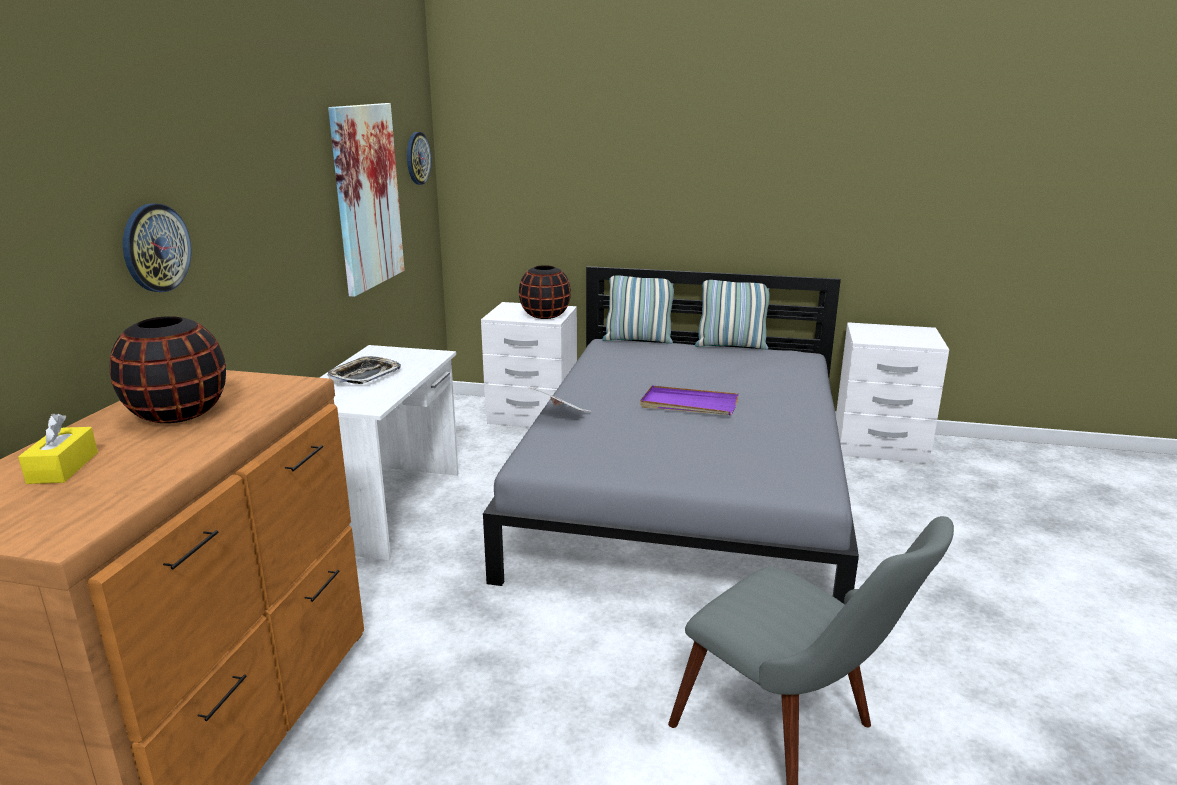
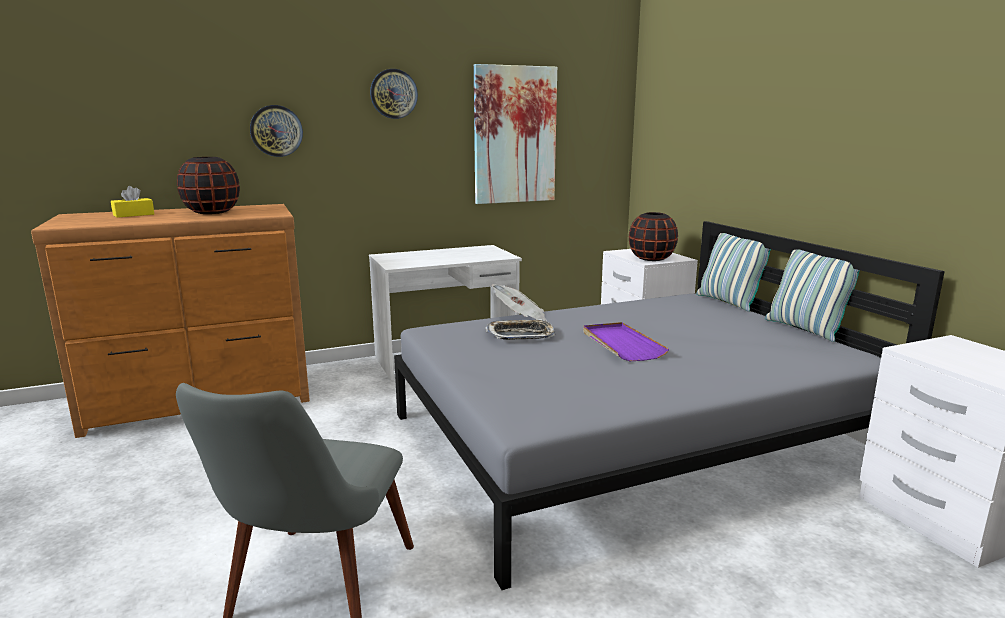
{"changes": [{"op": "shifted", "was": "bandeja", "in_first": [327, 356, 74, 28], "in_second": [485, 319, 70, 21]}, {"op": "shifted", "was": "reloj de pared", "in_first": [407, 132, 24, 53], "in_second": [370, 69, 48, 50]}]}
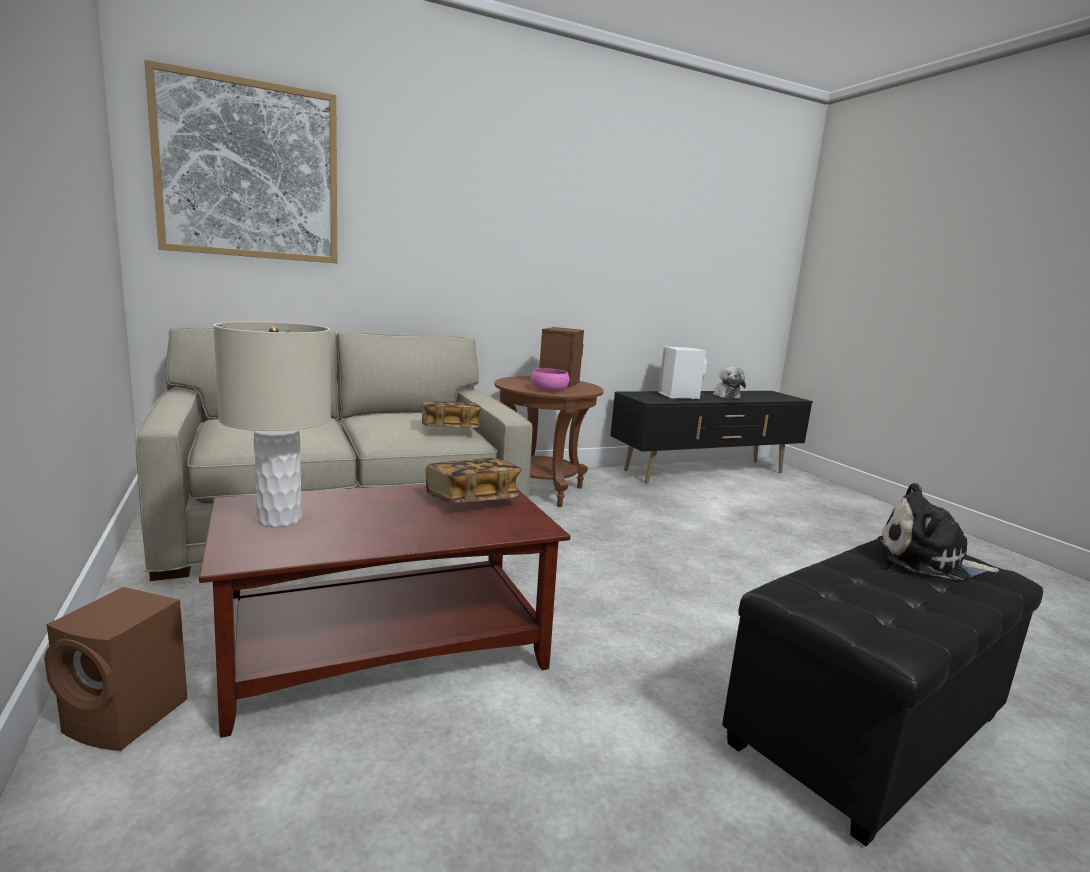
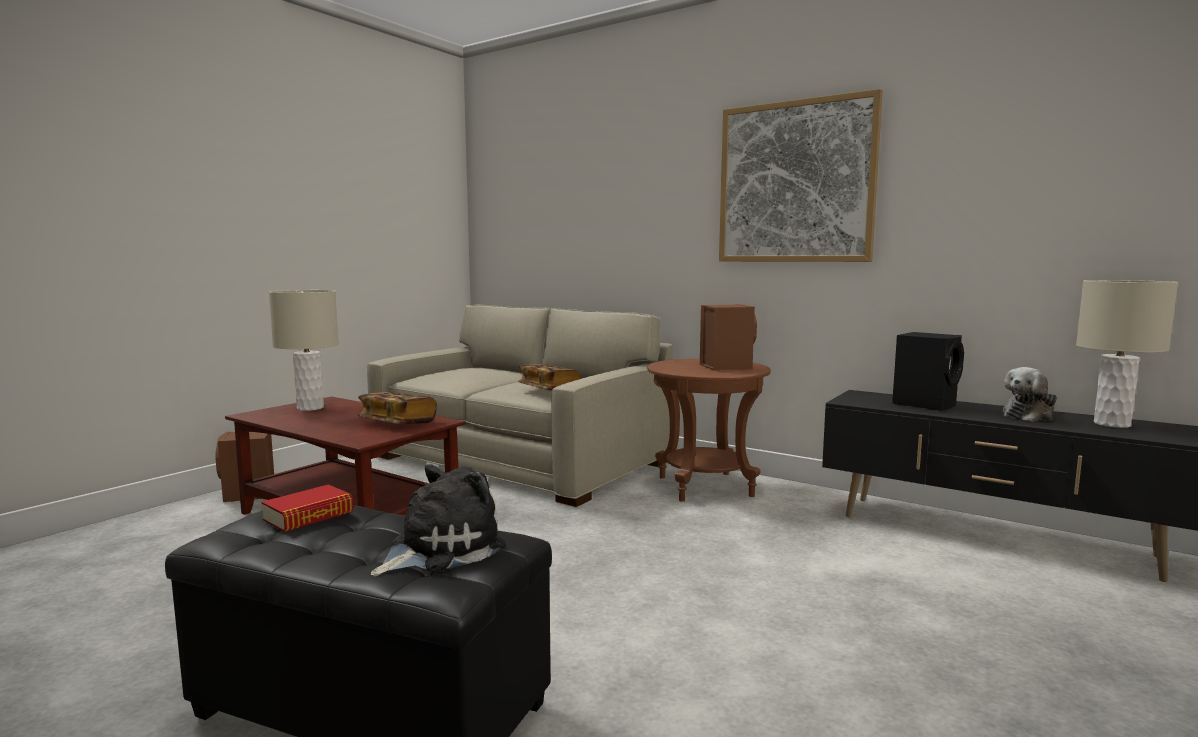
{"changes": [{"op": "gone", "was": "cuenco (rosa)", "in_first": [531, 368, 38, 24]}, {"op": "new", "now": "libro", "in_second": [261, 485, 92, 47]}, {"op": "new", "now": "lámpara de mesa (beis)", "in_second": [1076, 280, 102, 148]}, {"op": "shifted", "was": "cuadro", "in_first": [144, 60, 193, 203], "in_second": [719, 89, 164, 173]}, {"op": "repainted", "was": "altavoz (blanco)", "now": "altavoz (negro)", "in_first": [658, 346, 49, 53], "in_second": [892, 332, 72, 79]}, {"op": "rotated", "was": "peluche", "in_first": [878, 483, 121, 97], "in_second": [371, 464, 135, 112], "clockwise": 60}]}
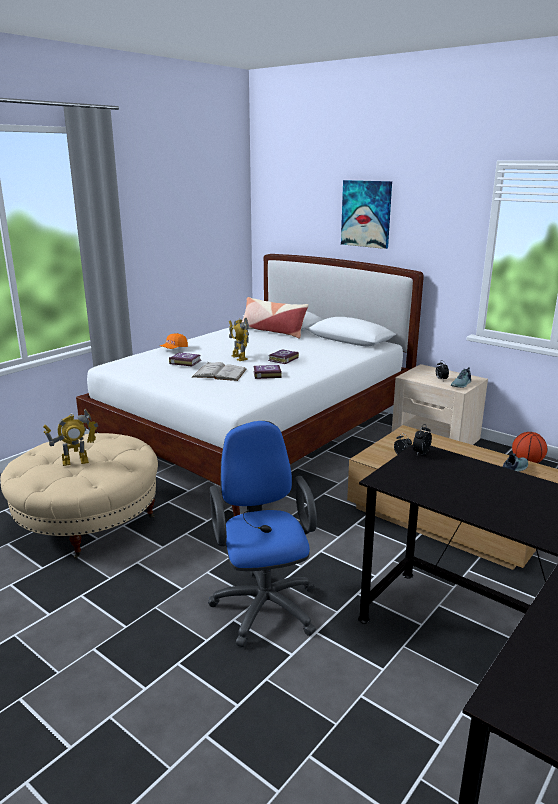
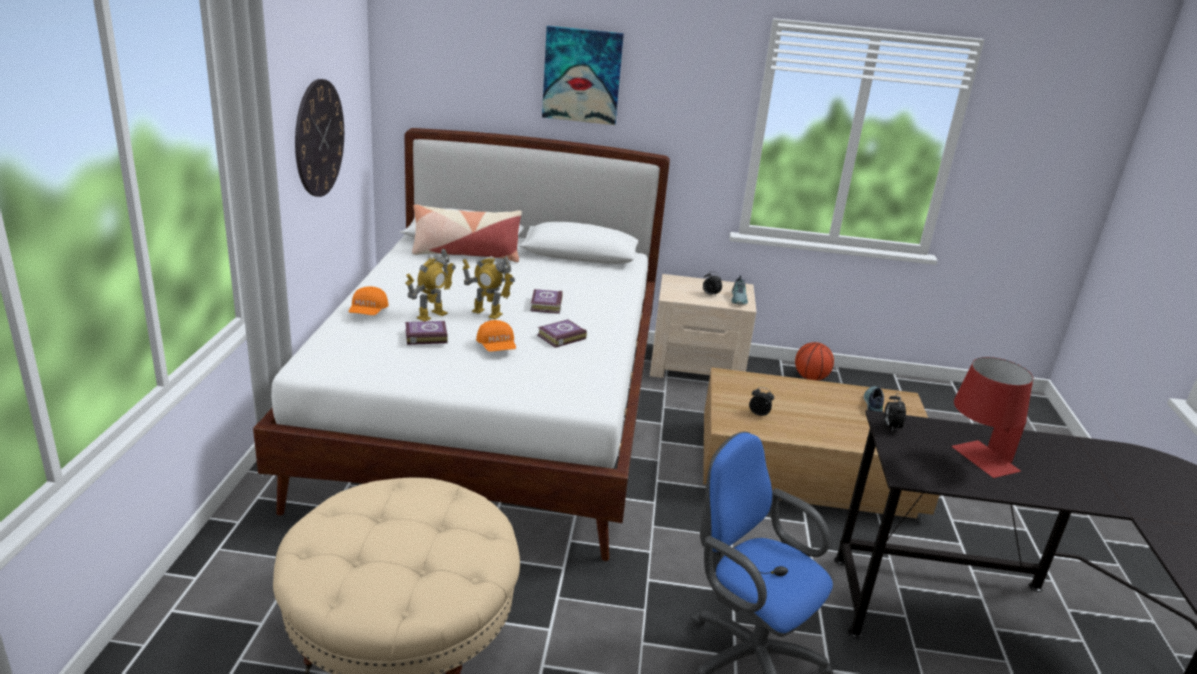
{"changes": [{"op": "new", "now": "reloj de pared", "in_second": [295, 79, 49, 118]}, {"op": "new", "now": "lámpara de mesa (rojo)", "in_second": [952, 357, 81, 121]}, {"op": "shifted", "was": "robot de juguete", "in_first": [43, 409, 55, 57], "in_second": [406, 248, 50, 73]}, {"op": "swapped", "was": "libro (blanco)", "now": "gorra (naranja)", "in_first": [192, 362, 54, 19], "in_second": [476, 320, 40, 32]}]}
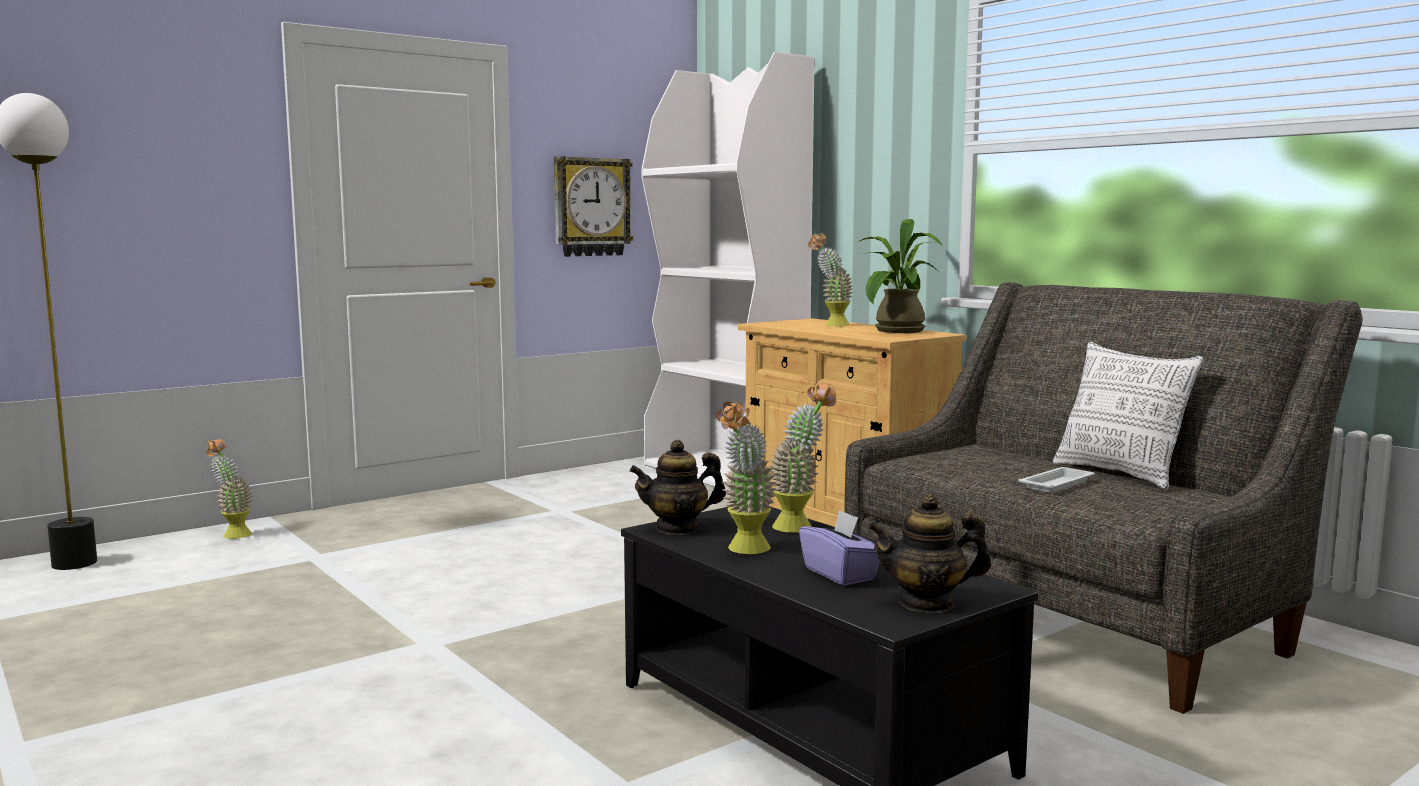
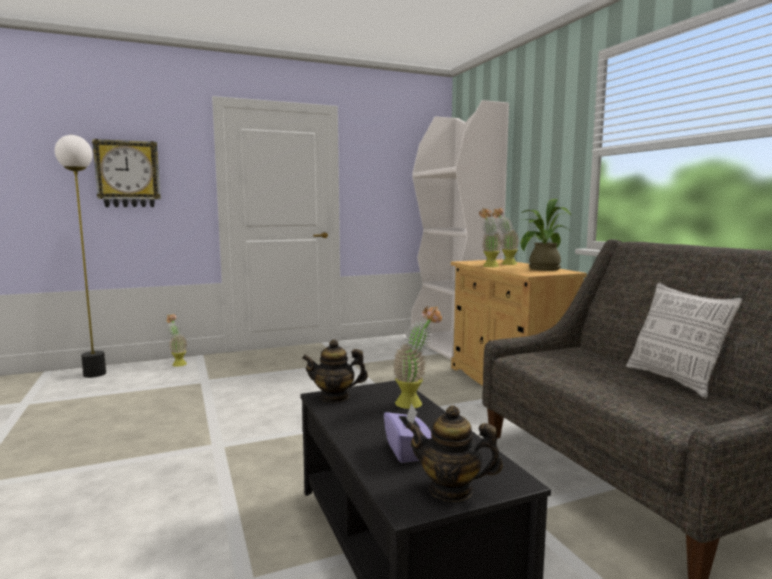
{"changes": [{"op": "gone", "was": "bandeja (blanco)", "in_first": [1019, 467, 76, 26]}, {"op": "shifted", "was": "reloj de pared", "in_first": [554, 156, 79, 101], "in_second": [92, 139, 69, 68]}, {"op": "shifted", "was": "planta en maceta", "in_first": [716, 401, 61, 153], "in_second": [479, 208, 23, 59]}]}
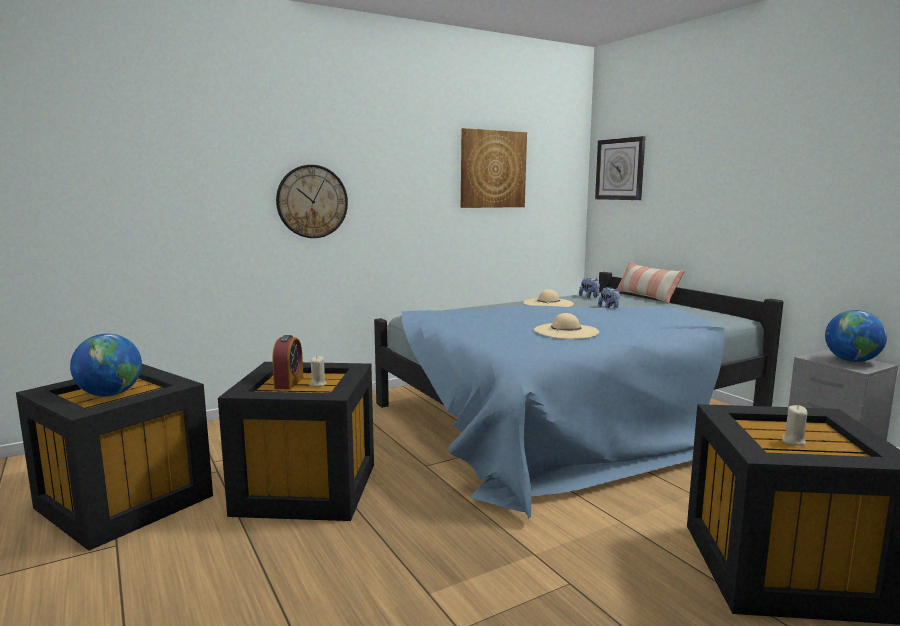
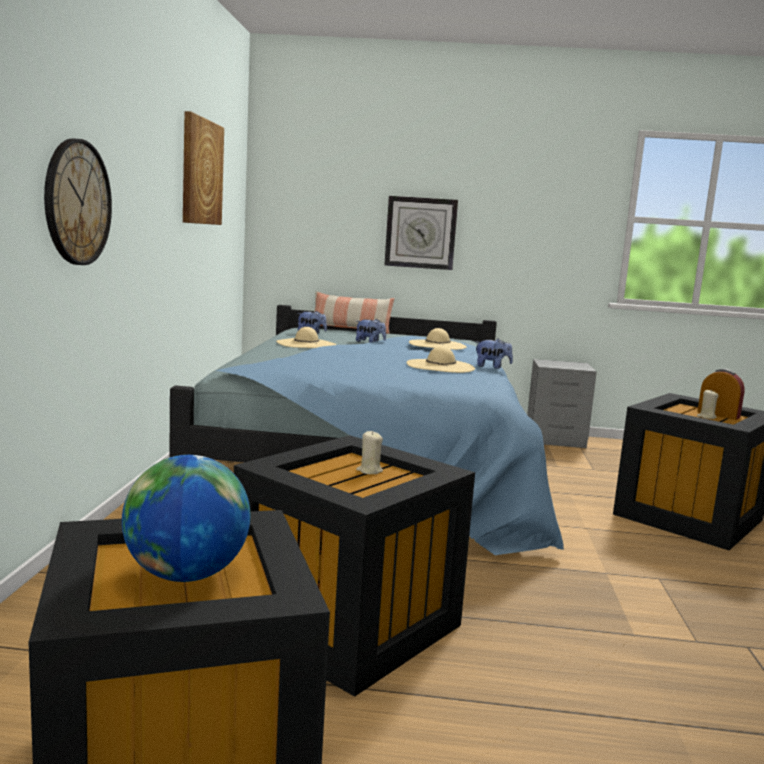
{"changes": [{"op": "gone", "was": "globo terráqueo", "in_first": [825, 310, 62, 52]}, {"op": "new", "now": "sombrero (beis)", "in_second": [409, 328, 58, 22]}, {"op": "new", "now": "peluche", "in_second": [476, 339, 37, 30]}, {"op": "shifted", "was": "despertador", "in_first": [272, 335, 31, 55], "in_second": [697, 369, 48, 51]}, {"op": "shifted", "was": "reloj de pared", "in_first": [595, 136, 50, 64], "in_second": [384, 196, 74, 74]}]}
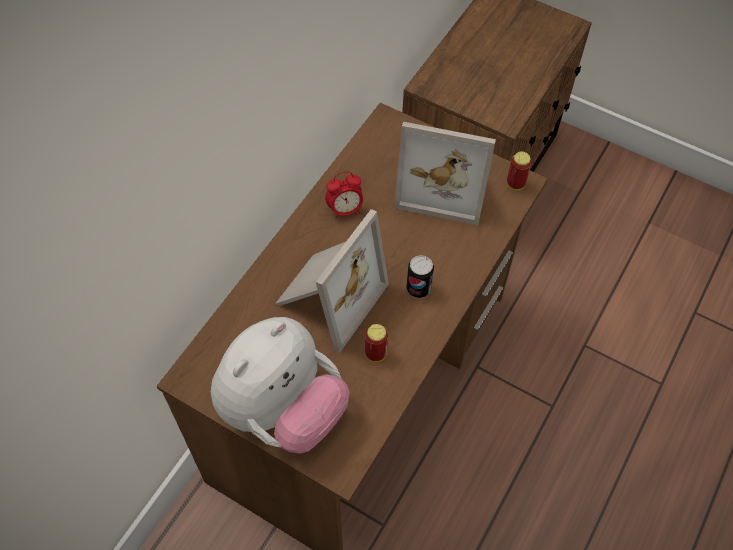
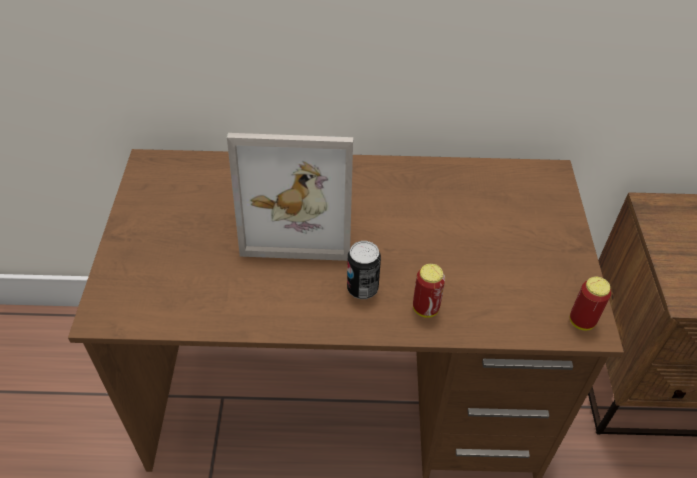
{"changes": [{"op": "gone", "was": "peluche", "in_first": [211, 317, 139, 136]}, {"op": "gone", "was": "despertador", "in_first": [325, 171, 38, 49]}, {"op": "gone", "was": "portarretratos", "in_first": [394, 122, 102, 103]}, {"op": "shifted", "was": "lata", "in_first": [365, 324, 23, 38], "in_second": [413, 264, 32, 54]}]}
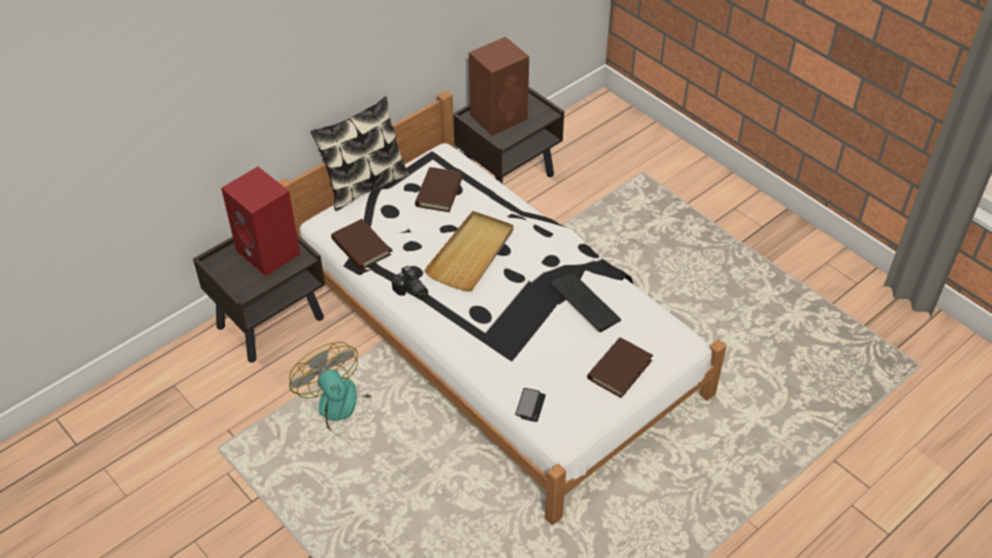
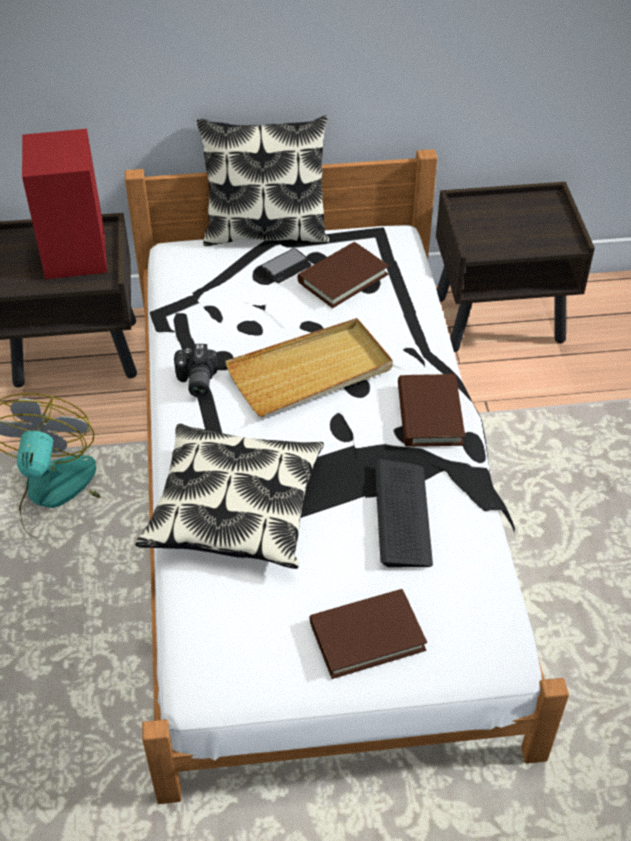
{"changes": [{"op": "gone", "was": "altavoz (marrón)", "in_first": [469, 37, 60, 99]}, {"op": "new", "now": "cojín", "in_second": [135, 424, 189, 145]}, {"op": "shifted", "was": "libro (marrón)", "in_first": [331, 219, 60, 51], "in_second": [398, 374, 67, 73]}, {"op": "shifted", "was": "móvil", "in_first": [515, 388, 31, 34], "in_second": [261, 248, 51, 35]}]}
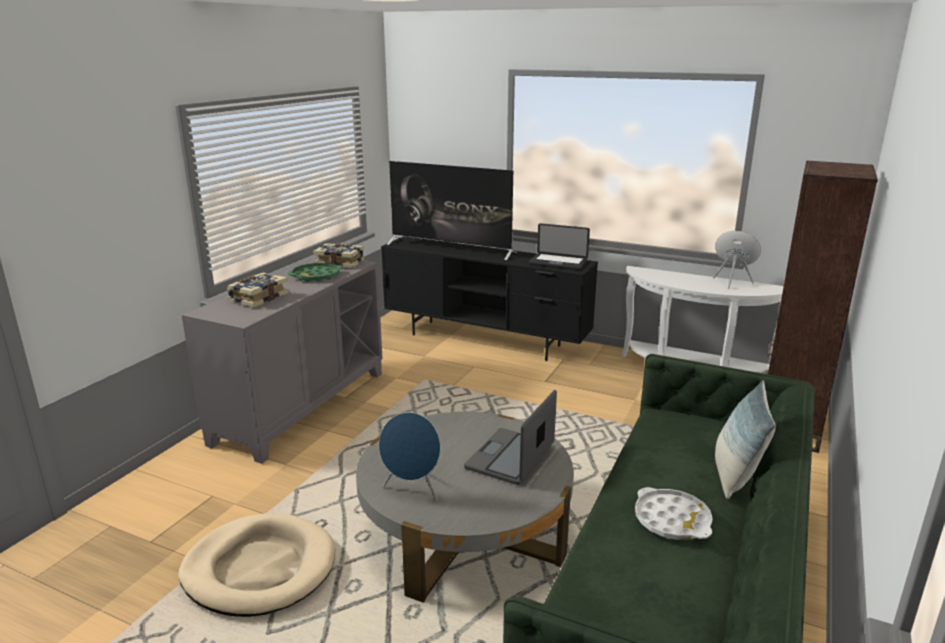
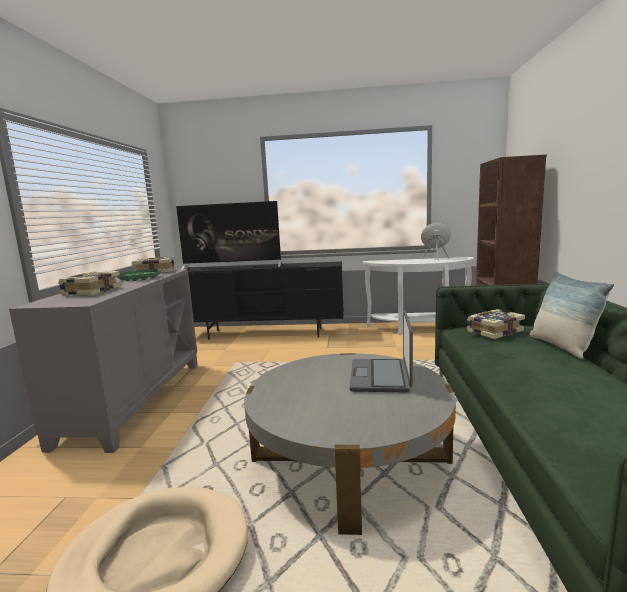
{"changes": [{"op": "gone", "was": "altavoz (azul)", "in_first": [379, 412, 62, 88]}, {"op": "gone", "was": "portátil", "in_first": [529, 223, 61, 47]}, {"op": "gone", "was": "bandeja (blanco)", "in_first": [635, 487, 78, 53]}, {"op": "new", "now": "libro", "in_second": [466, 309, 59, 30]}]}
